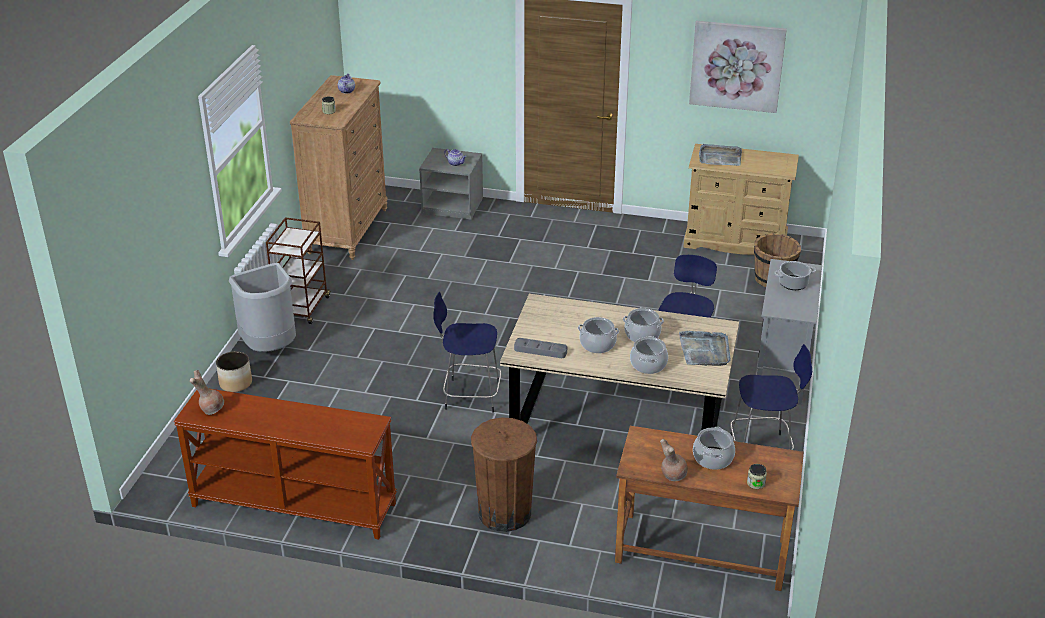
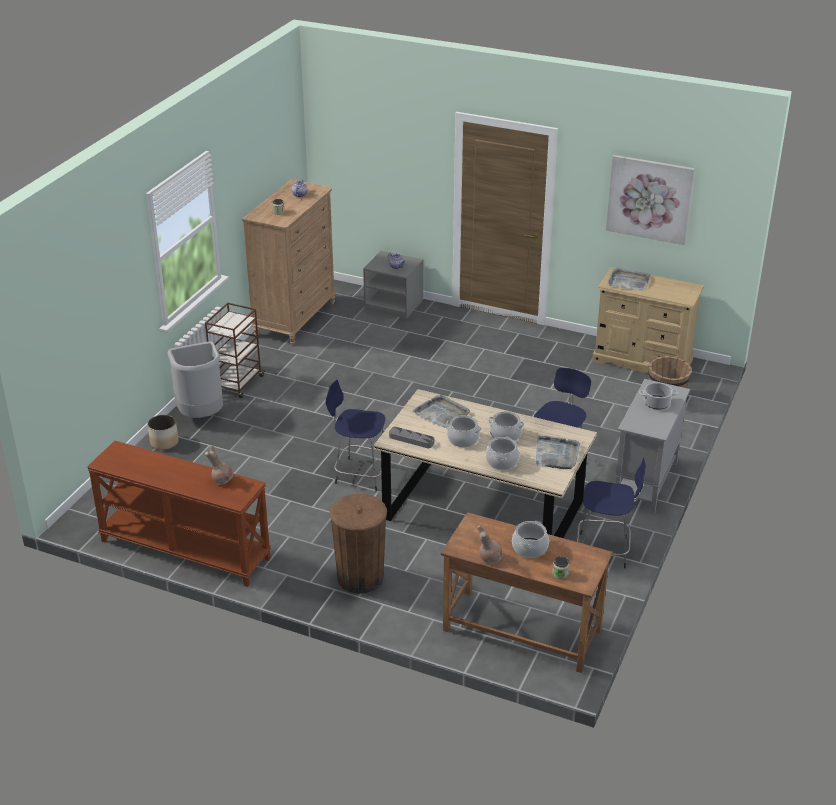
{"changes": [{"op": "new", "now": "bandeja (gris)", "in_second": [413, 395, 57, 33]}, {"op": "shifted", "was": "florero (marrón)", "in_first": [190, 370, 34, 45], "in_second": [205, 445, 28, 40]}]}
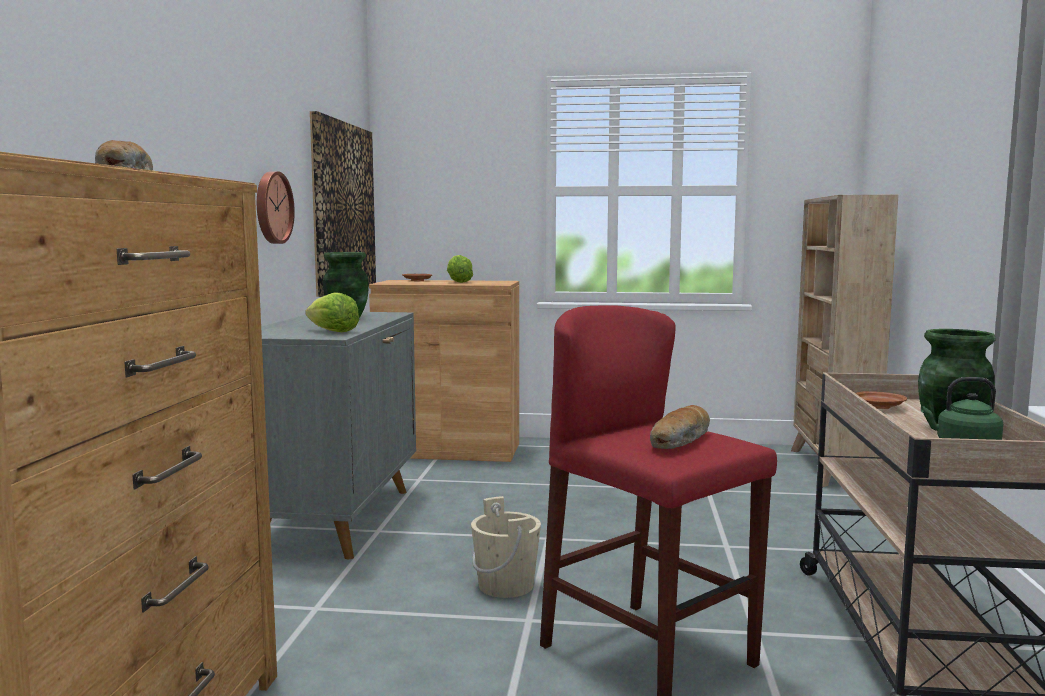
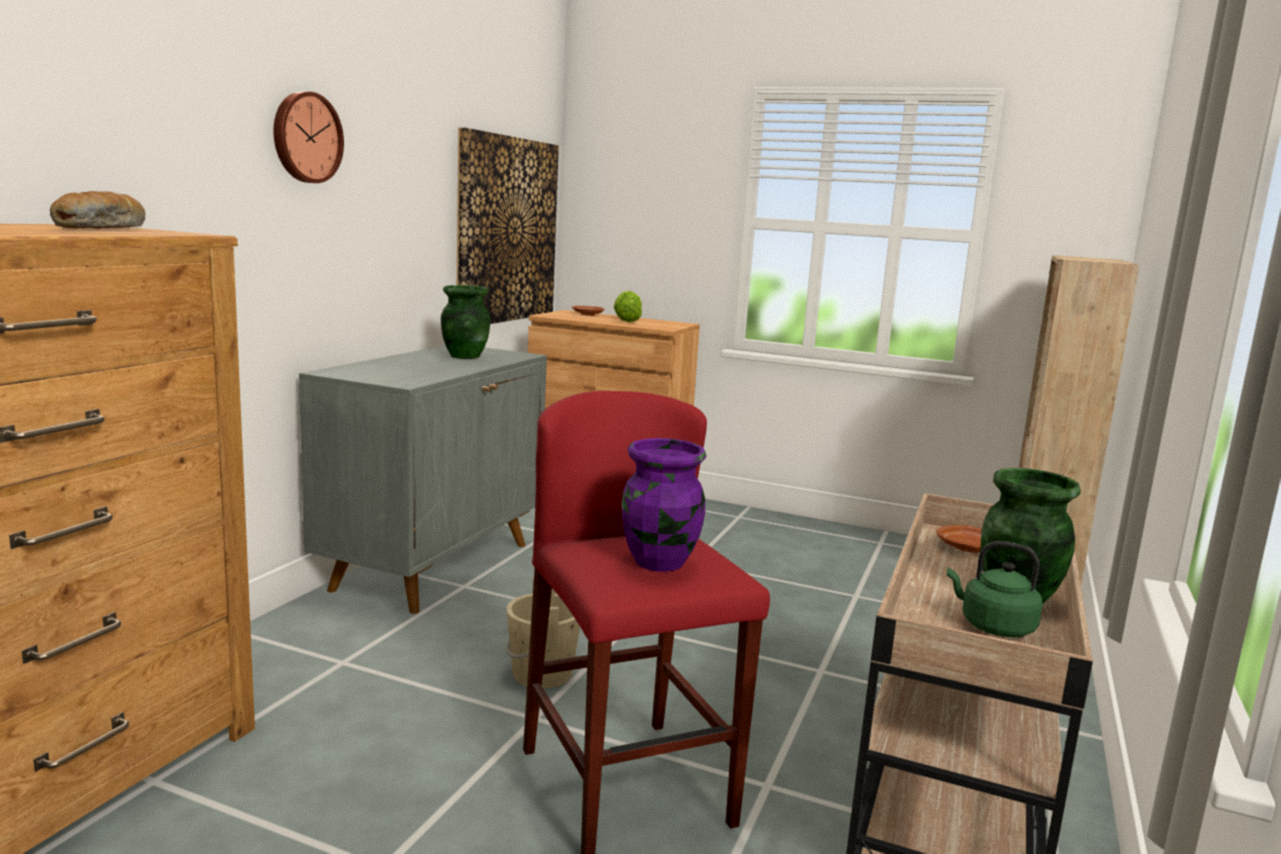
{"changes": [{"op": "gone", "was": "lechuga", "in_first": [305, 293, 54, 39]}, {"op": "shifted", "was": "reloj de pared", "in_first": [257, 171, 38, 73], "in_second": [273, 91, 71, 92]}, {"op": "swapped", "was": "pan", "now": "florero (morado)", "in_first": [650, 405, 60, 44], "in_second": [621, 438, 85, 134]}]}
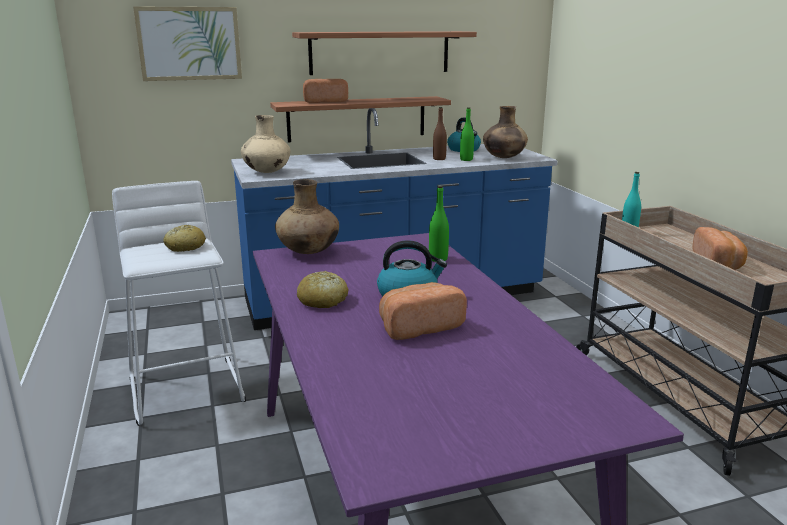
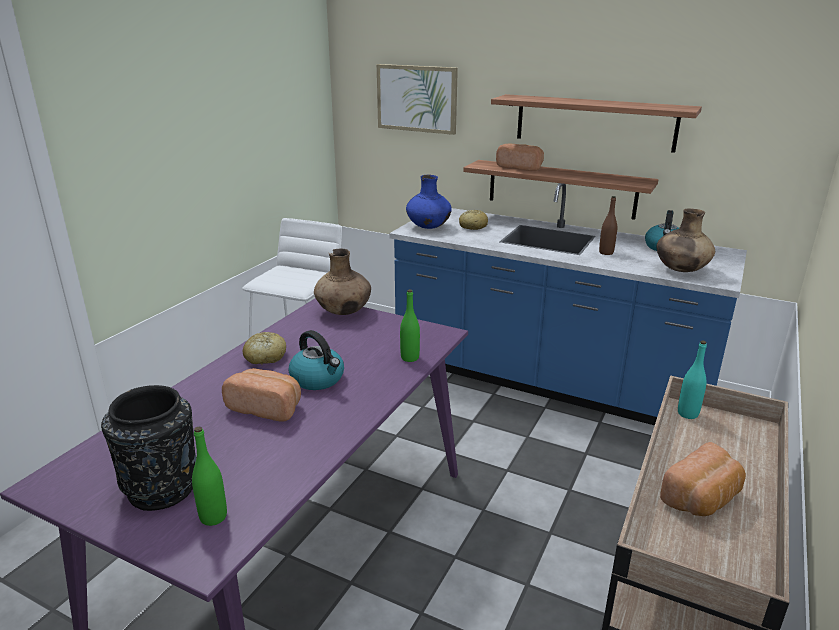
{"changes": [{"op": "new", "now": "florero (negro)", "in_second": [101, 385, 96, 126]}, {"op": "shifted", "was": "pan", "in_first": [163, 225, 43, 27], "in_second": [459, 210, 29, 20]}, {"op": "shifted", "was": "botella (verde)", "in_first": [460, 107, 14, 54], "in_second": [192, 427, 35, 99]}, {"op": "repainted", "was": "florero (beis)", "now": "florero (azul)", "in_first": [241, 115, 49, 58], "in_second": [406, 175, 46, 54]}]}
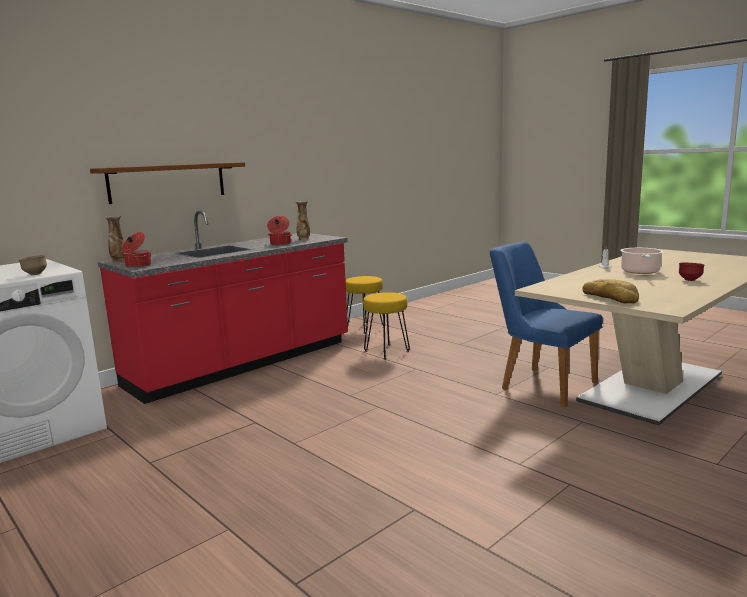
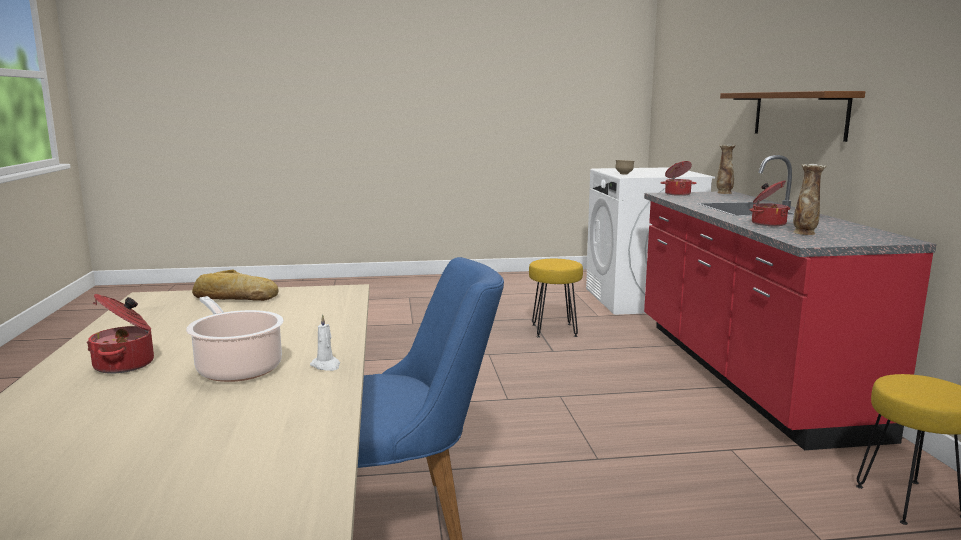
{"changes": [{"op": "shifted", "was": "taburete (amarillo)", "in_first": [363, 292, 47, 67], "in_second": [529, 259, 54, 79]}, {"op": "swapped", "was": "cuenco (rojo)", "now": "olla", "in_first": [679, 263, 25, 18], "in_second": [86, 294, 68, 80]}]}
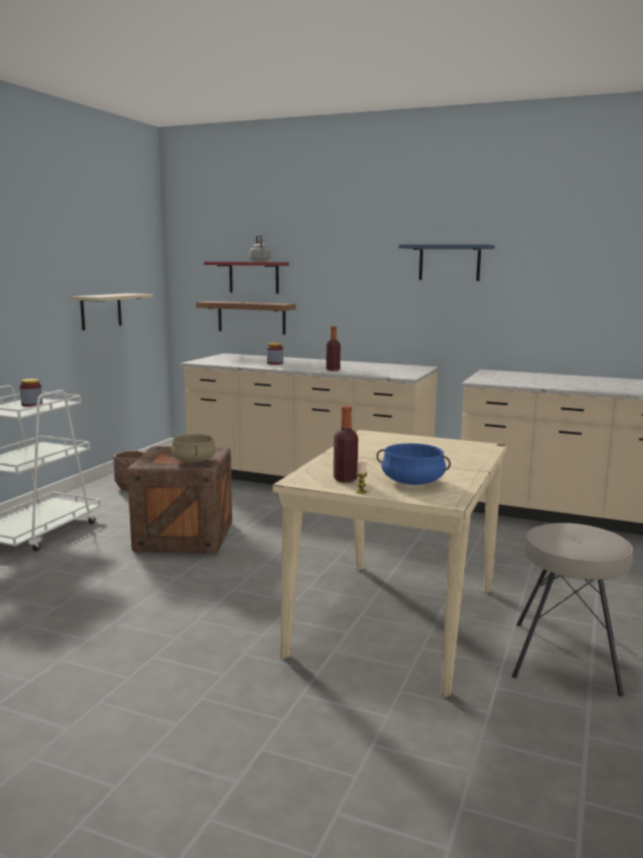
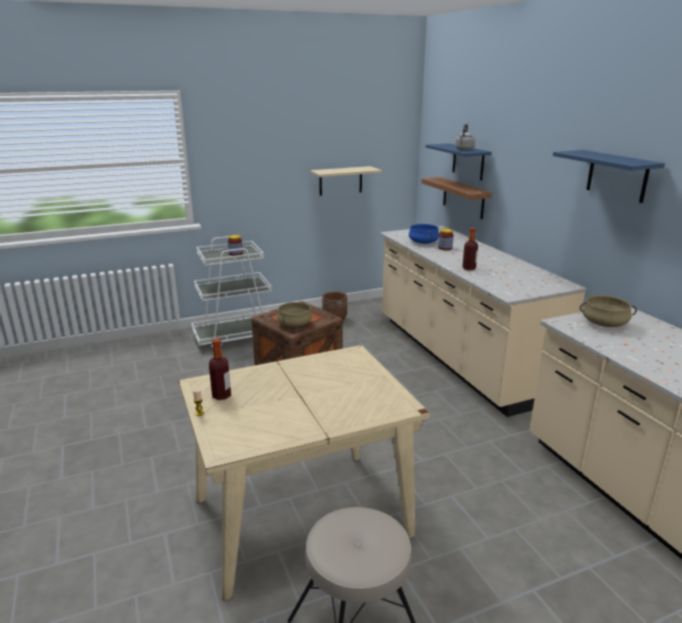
{"changes": [{"op": "new", "now": "olla (beis)", "in_second": [580, 295, 57, 32]}, {"op": "shifted", "was": "olla (azul)", "in_first": [376, 443, 75, 42], "in_second": [409, 224, 30, 20]}, {"op": "repainted", "was": "estante (rojo)", "now": "estante (azul)", "in_first": [204, 262, 85, 32], "in_second": [426, 143, 66, 37]}]}
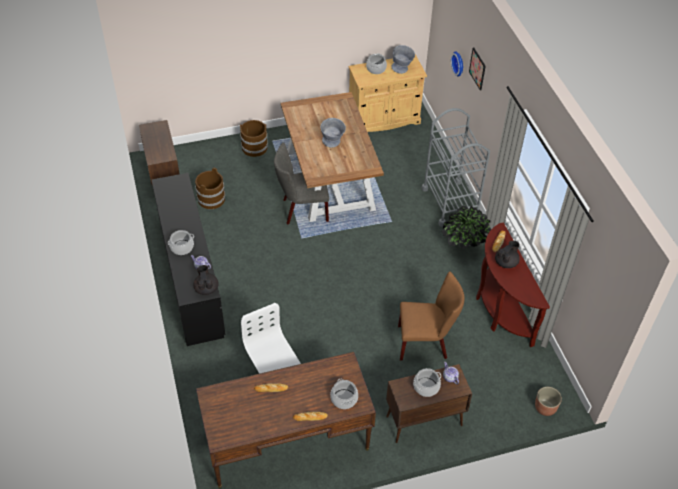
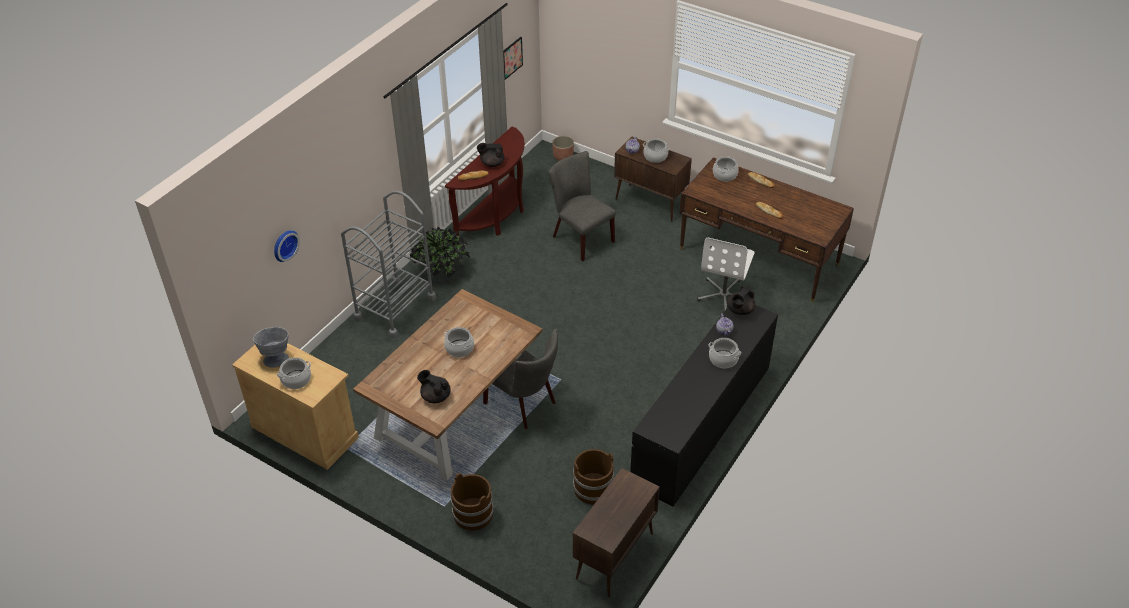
{"changes": [{"op": "new", "now": "tetera (negro)", "in_second": [417, 370, 34, 33]}, {"op": "shifted", "was": "cuadro", "in_first": [469, 48, 17, 43], "in_second": [503, 37, 20, 43]}, {"op": "swapped", "was": "cuenco (gris)", "now": "olla", "in_first": [320, 118, 26, 29], "in_second": [444, 327, 30, 31]}, {"op": "repainted", "was": "silla (marrón)", "now": "silla (gris)", "in_first": [398, 271, 67, 90], "in_second": [549, 151, 67, 110]}]}
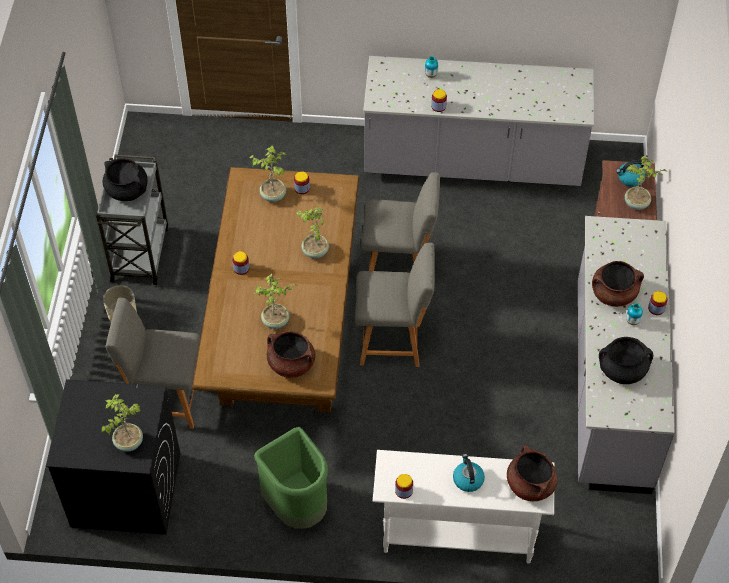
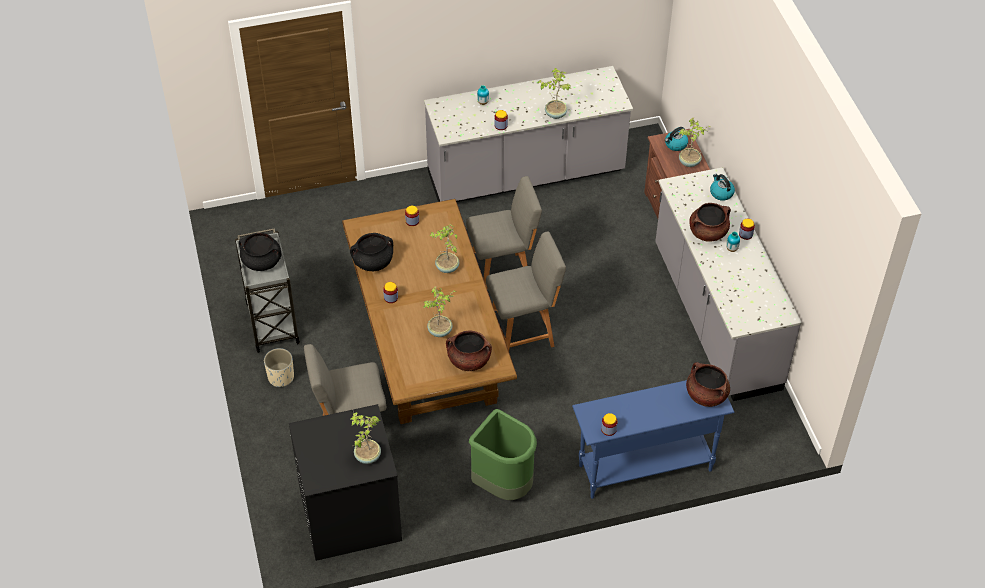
{"changes": [{"op": "shifted", "was": "planta en maceta", "in_first": [249, 146, 37, 56], "in_second": [538, 68, 33, 51]}, {"op": "shifted", "was": "hervidor", "in_first": [453, 454, 32, 38], "in_second": [710, 174, 25, 27]}, {"op": "shifted", "was": "olla (negro)", "in_first": [599, 337, 54, 47], "in_second": [350, 233, 43, 38]}, {"op": "repainted", "was": "mesa consola (blanco)", "now": "mesa consola (azul)", "in_first": [373, 450, 182, 114], "in_second": [572, 380, 162, 119]}]}
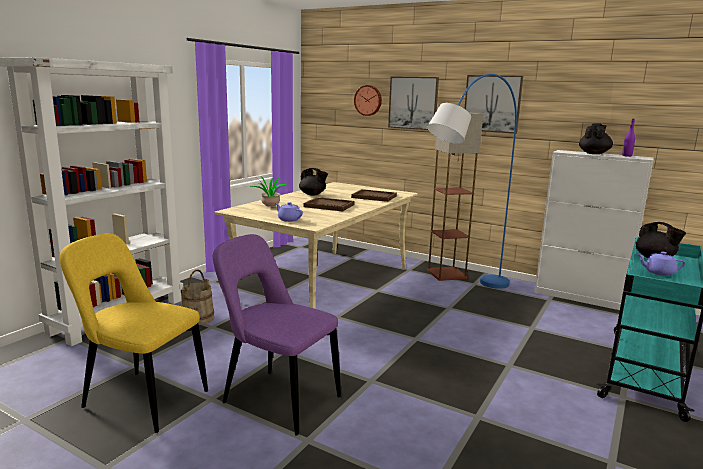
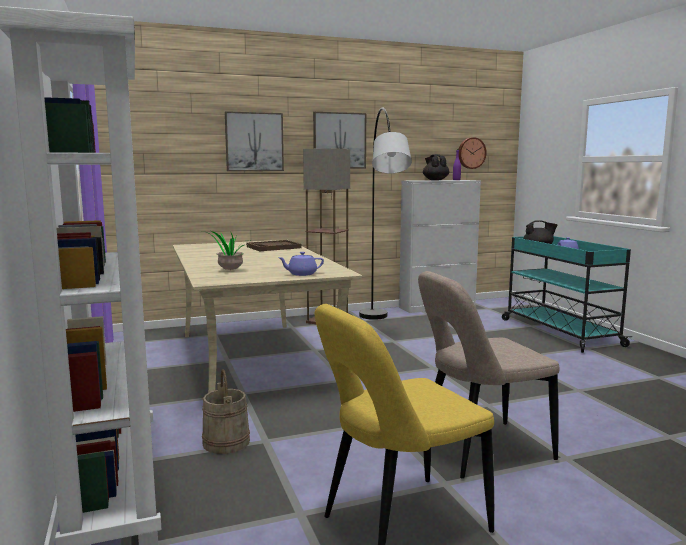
{"changes": [{"op": "gone", "was": "tetera (negro)", "in_first": [299, 168, 29, 27]}, {"op": "gone", "was": "bandeja (marrón)", "in_first": [304, 197, 50, 14]}, {"op": "shifted", "was": "reloj de pared", "in_first": [354, 85, 28, 31], "in_second": [459, 137, 28, 32]}, {"op": "repainted", "was": "silla (morado)", "now": "silla (beis)", "in_first": [213, 234, 128, 202], "in_second": [418, 271, 142, 208]}, {"op": "repainted", "was": "lámpara de pie (azul)", "now": "lámpara de pie (gris)", "in_first": [427, 74, 90, 215], "in_second": [359, 108, 53, 212]}]}
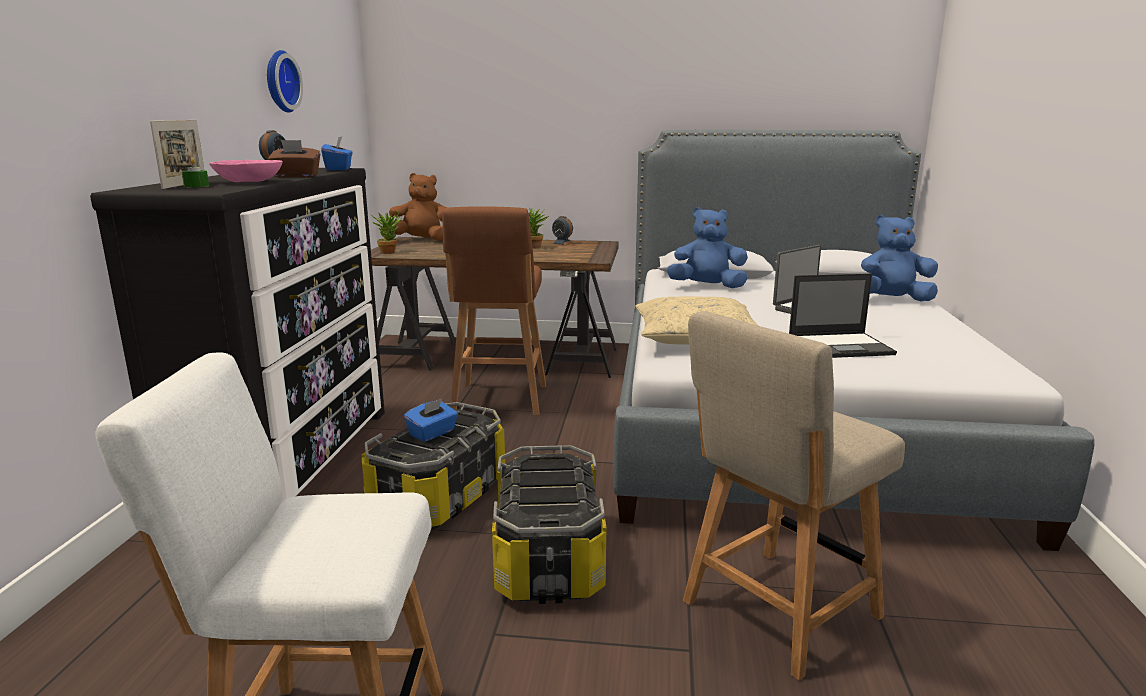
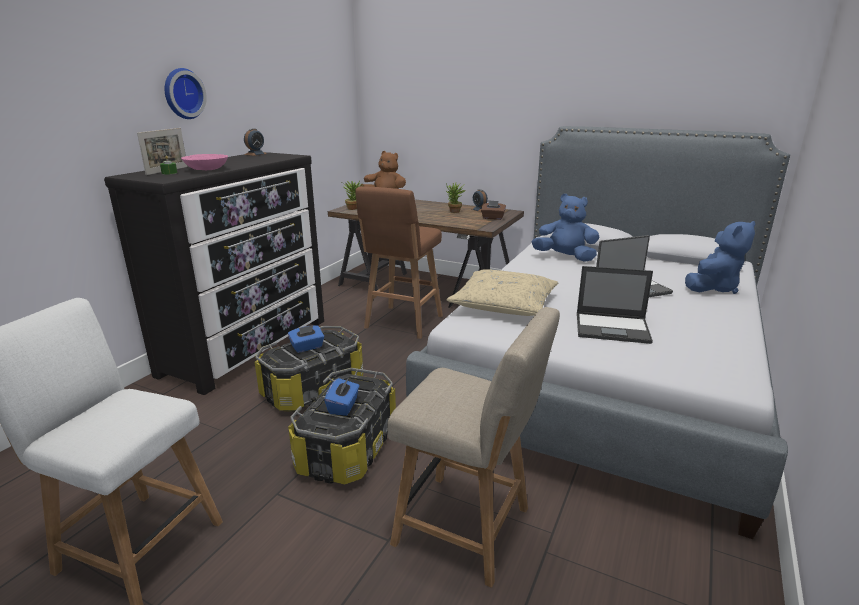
{"changes": [{"op": "shifted", "was": "reloj de pared", "in_first": [267, 50, 36, 63], "in_second": [165, 68, 42, 51]}, {"op": "shifted", "was": "caja de pañuelos (marrón)", "in_first": [268, 140, 52, 37], "in_second": [481, 200, 25, 20]}, {"op": "shifted", "was": "caja de pañuelos (azul)", "in_first": [321, 137, 32, 33], "in_second": [324, 377, 35, 39]}, {"op": "rotated", "was": "silla (beis)", "in_first": [683, 311, 222, 369], "in_second": [387, 307, 173, 281], "clockwise": -135}, {"op": "rotated", "was": "peluche (azul)", "in_first": [861, 215, 77, 86], "in_second": [685, 221, 70, 73], "clockwise": 120}]}
